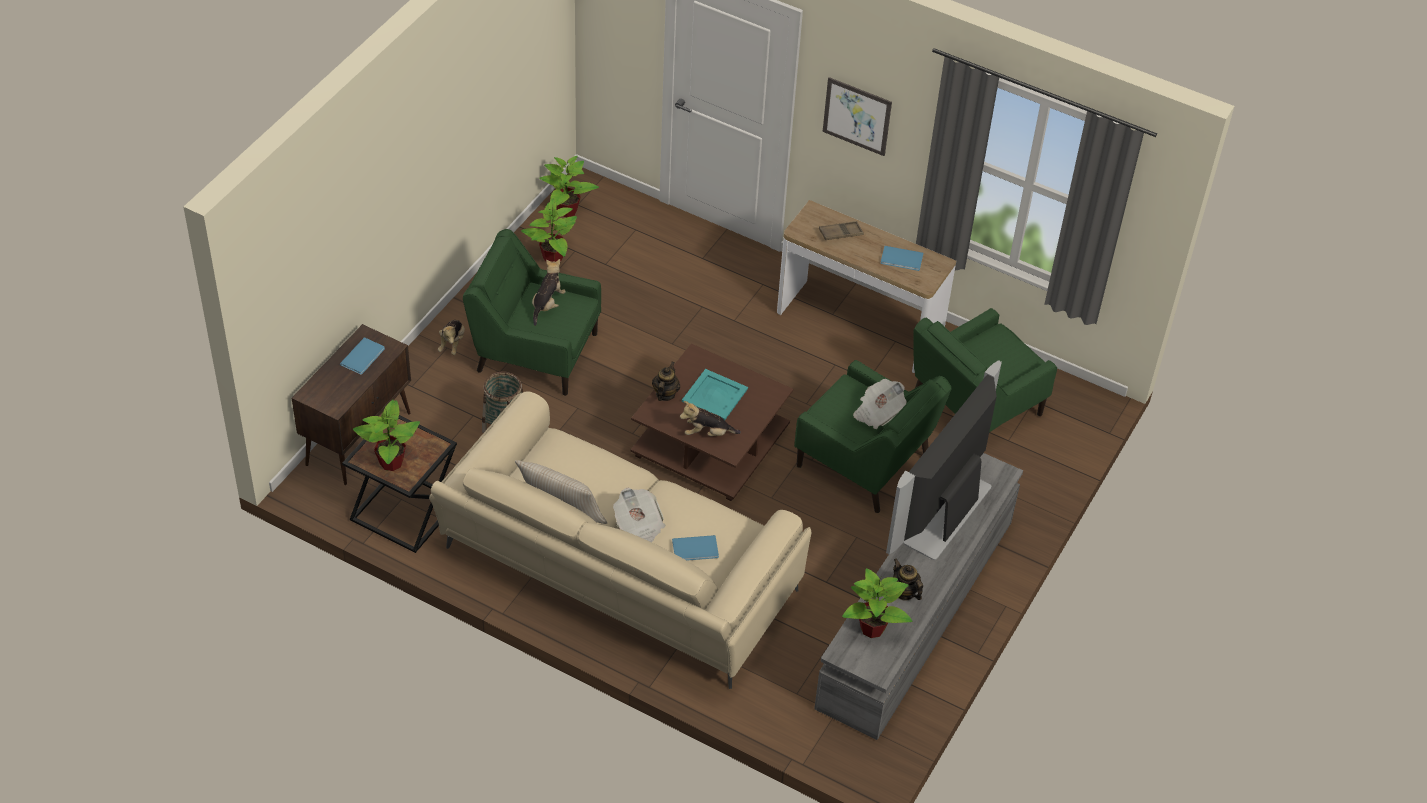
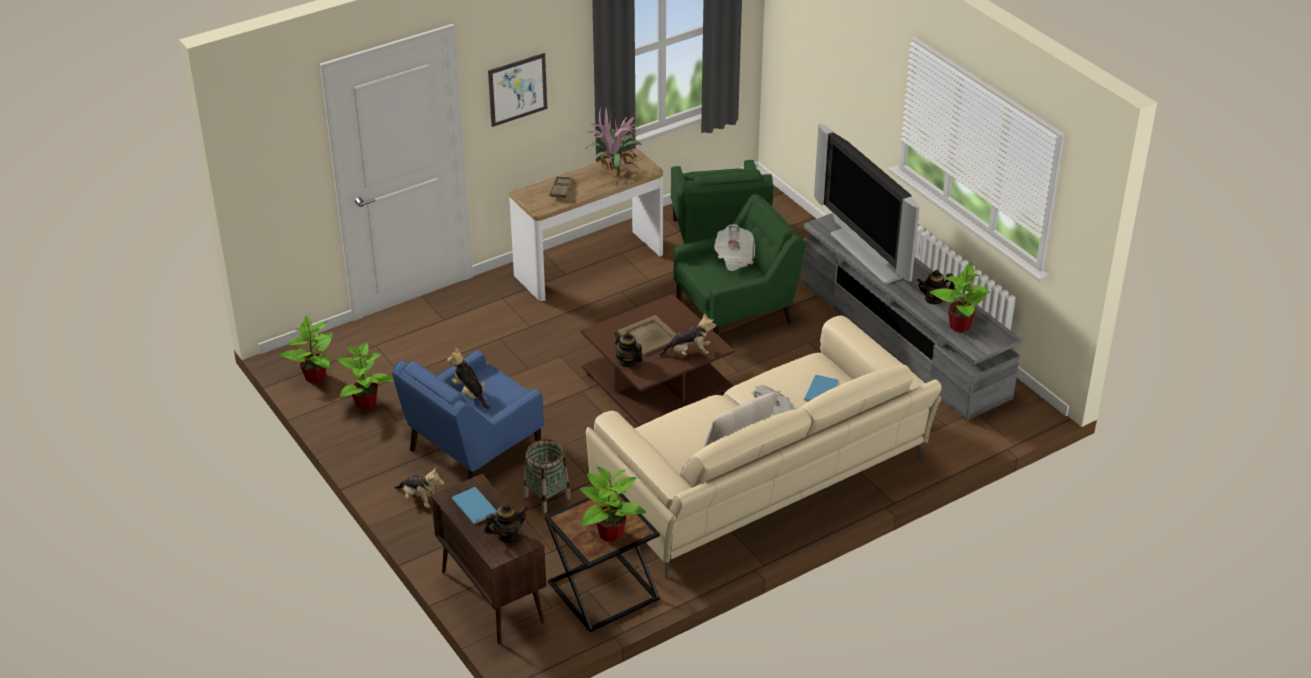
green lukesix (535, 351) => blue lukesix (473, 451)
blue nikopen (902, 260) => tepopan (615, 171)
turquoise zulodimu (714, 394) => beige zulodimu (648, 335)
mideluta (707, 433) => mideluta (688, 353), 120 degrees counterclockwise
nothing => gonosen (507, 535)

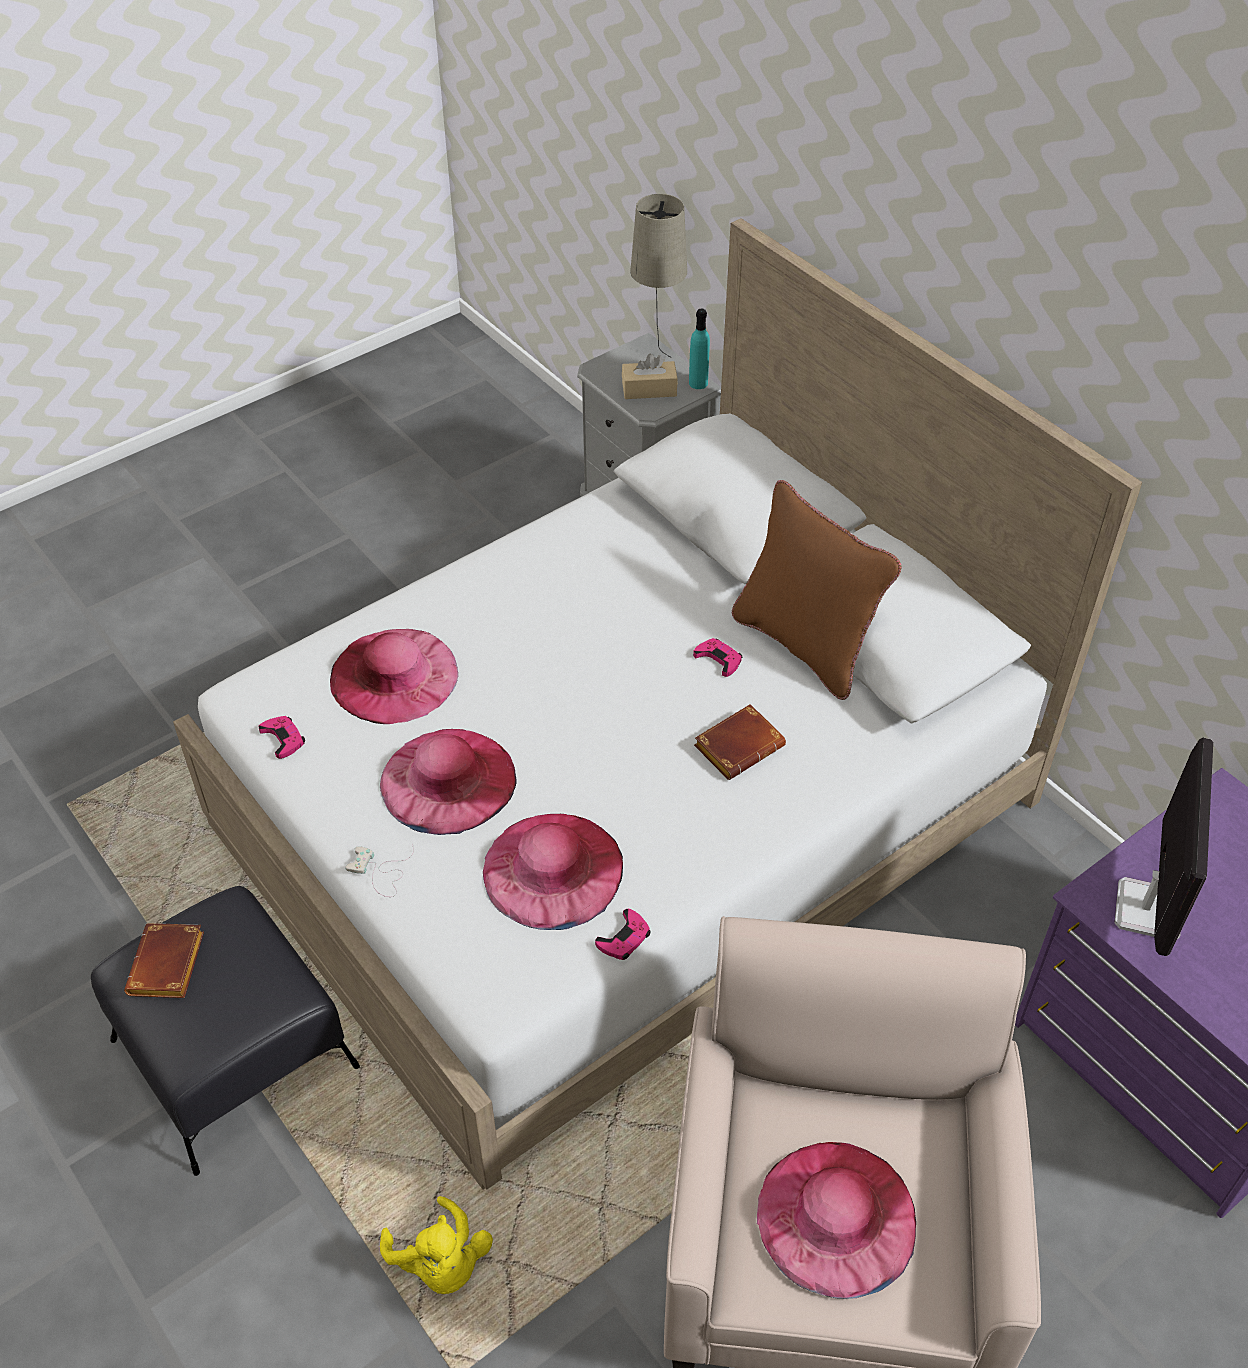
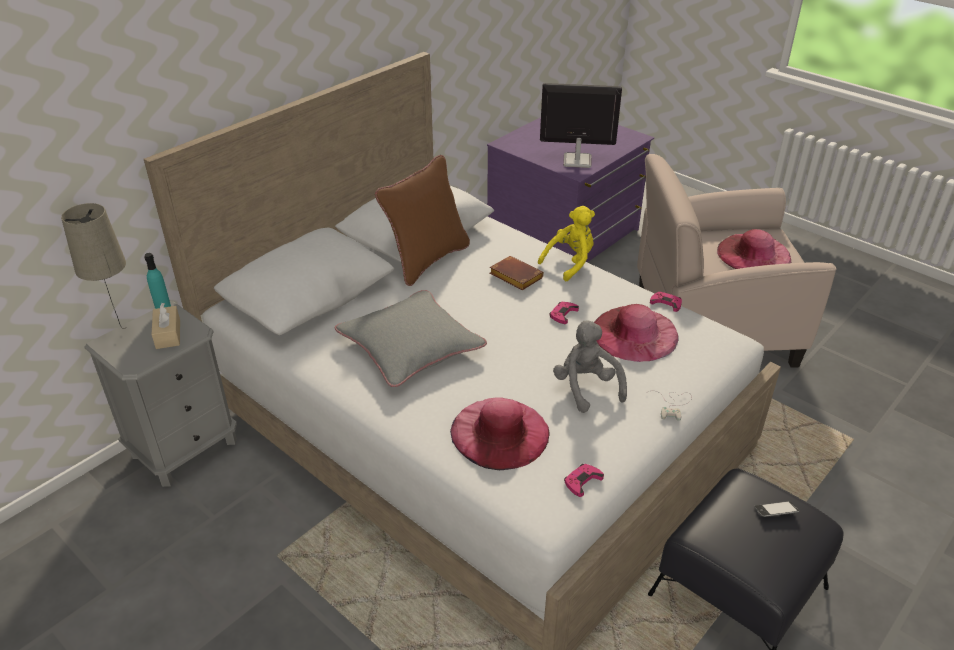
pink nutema (719, 659) => pink nutema (563, 314), move
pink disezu (448, 780) => grey mideluta (586, 387)
brown nikopen (168, 967) => nothing
yellow mideluta (441, 1263) => yellow mideluta (570, 263), move
nothing => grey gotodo (410, 346)
nothing => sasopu (775, 511)

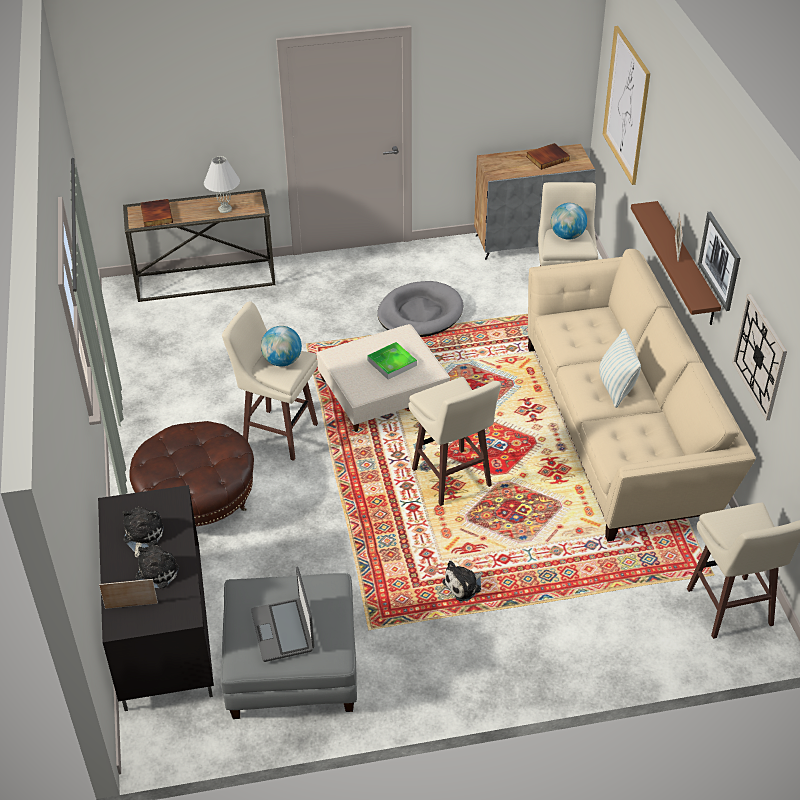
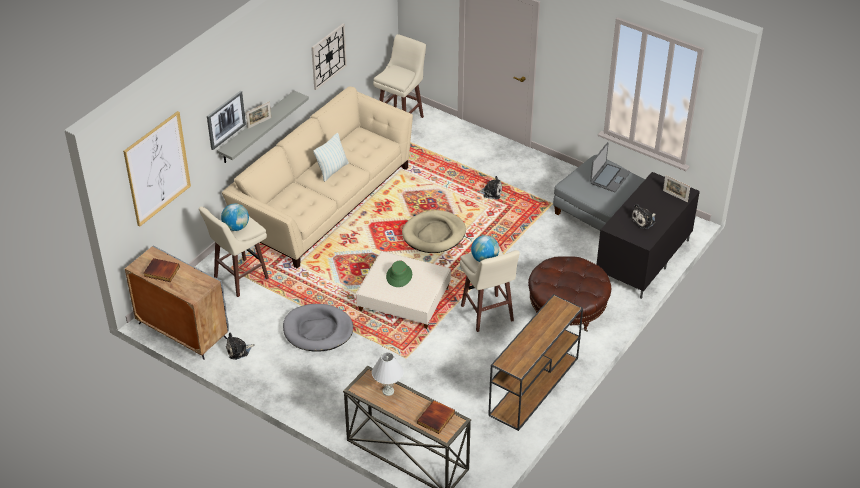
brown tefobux (685, 264) => grey tefobux (257, 127)
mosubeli (720, 260) => mosubeli (225, 119), move
zulodimu (392, 363) => green disezu (399, 275)
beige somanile (452, 479) => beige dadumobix (434, 234)
mideluta (155, 575) => mideluta (238, 350), move
nothing => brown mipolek (533, 387)

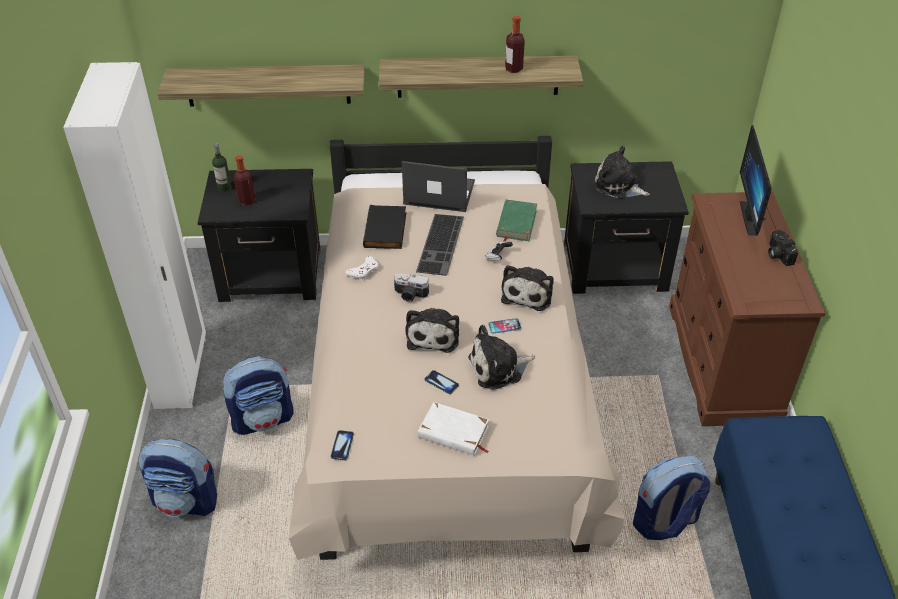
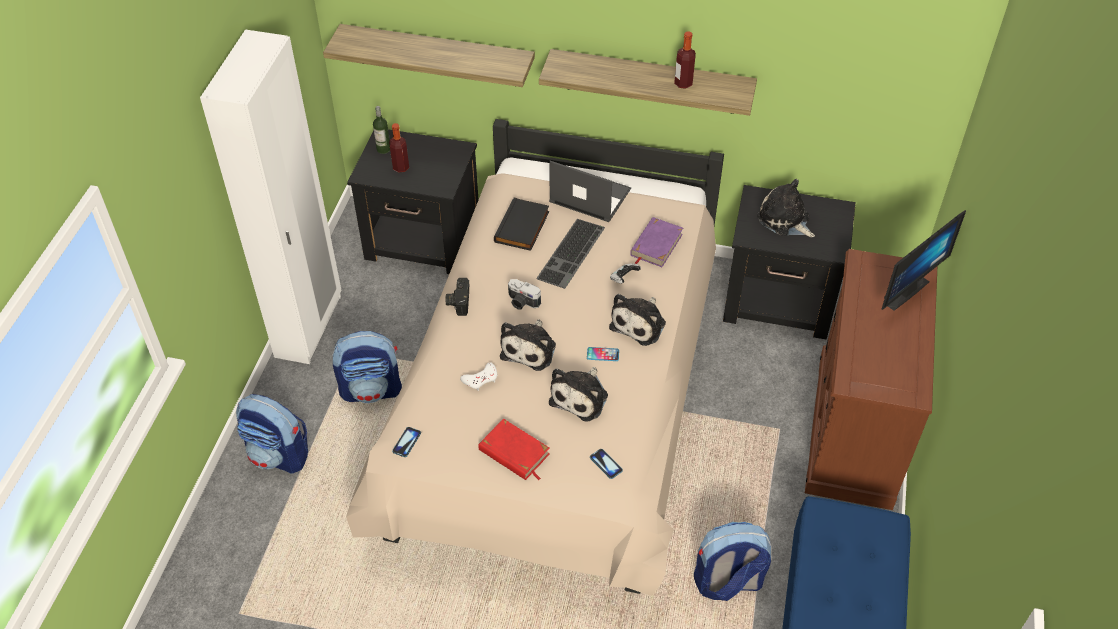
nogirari (754, 218) => nogirari (902, 290), 150 degrees counterclockwise
green nikopen (516, 223) => purple nikopen (656, 245)
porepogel (777, 254) => porepogel (458, 301), move
white nutema (364, 271) => white nutema (481, 379), move
mideluta (498, 368) => mideluta (581, 397), 60 degrees counterclockwise
sasopu (441, 383) => sasopu (606, 464), move
white nikopen (453, 432) => red nikopen (514, 453)

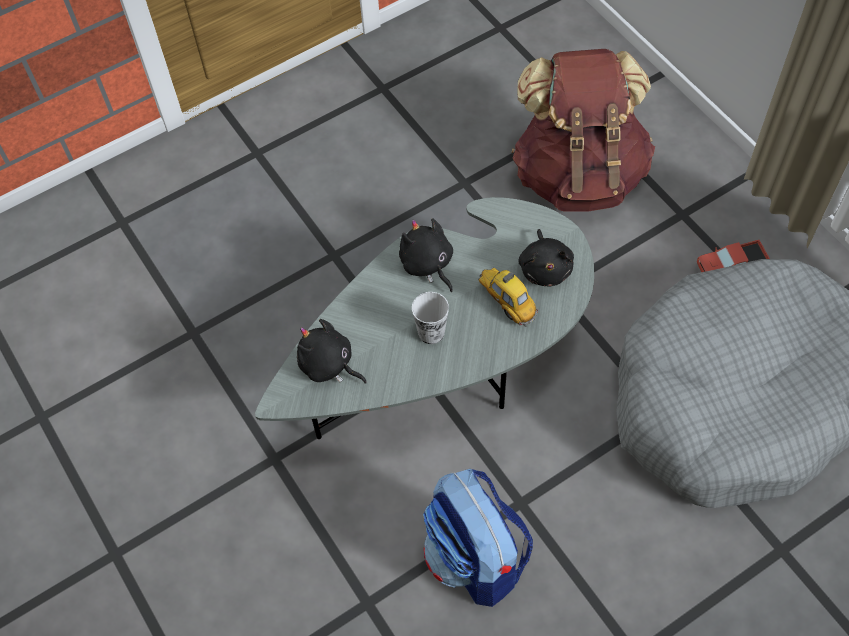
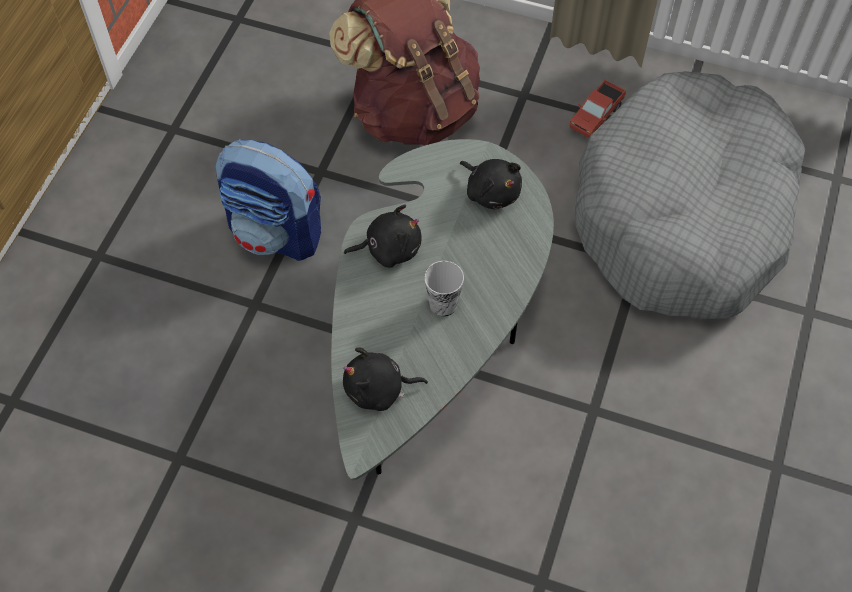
black mideluta (427, 264) => black mideluta (389, 248), 150 degrees clockwise
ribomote (506, 301) => nothing
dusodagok (475, 558) => dusodagok (277, 233), move

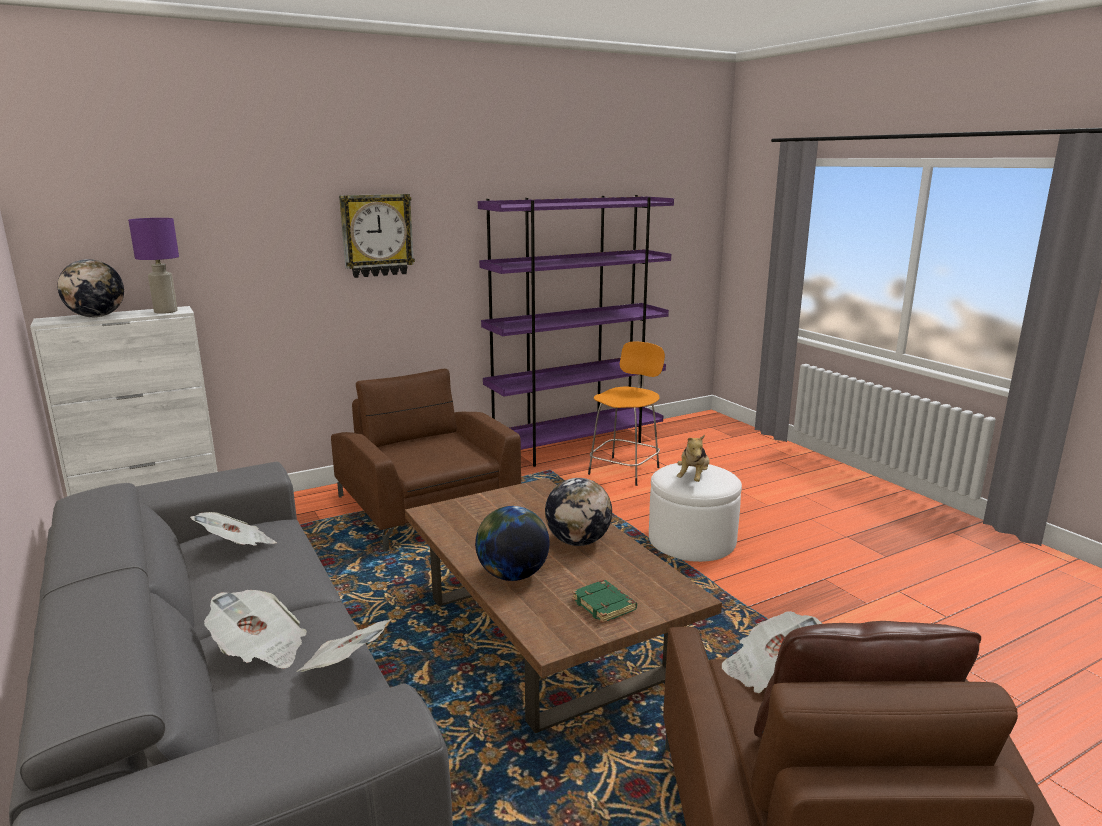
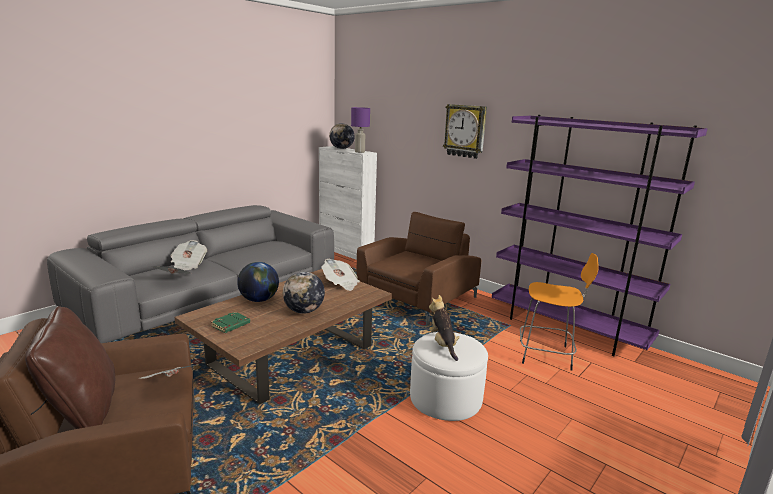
mideluta (693, 478) => mideluta (443, 344), 75 degrees clockwise
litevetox (237, 547) => litevetox (340, 284), move

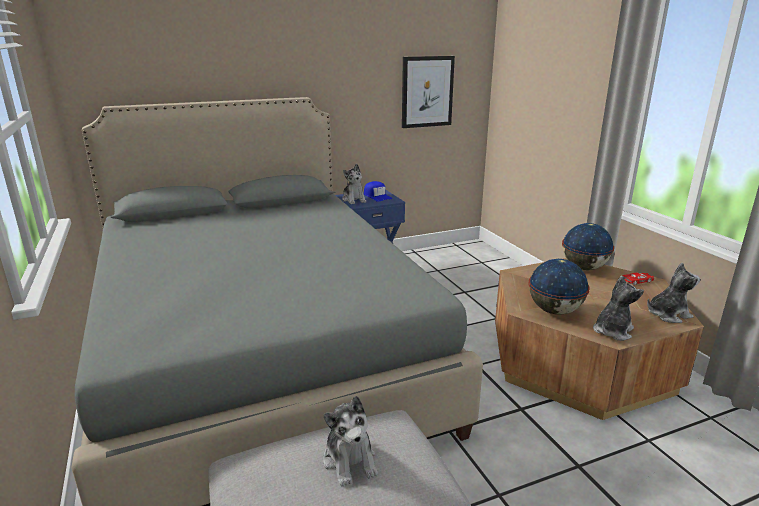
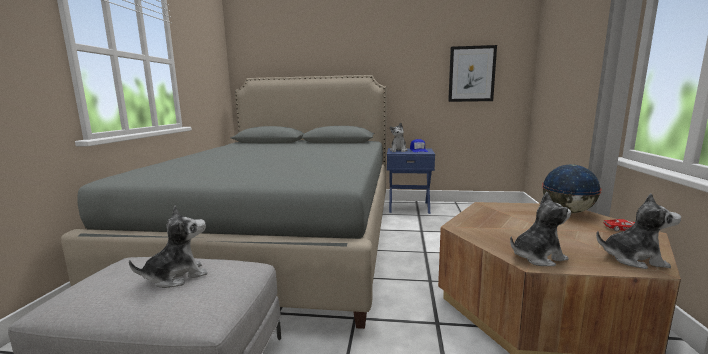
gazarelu (554, 311) => nothing
mideluta (350, 460) => mideluta (177, 276), 135 degrees counterclockwise

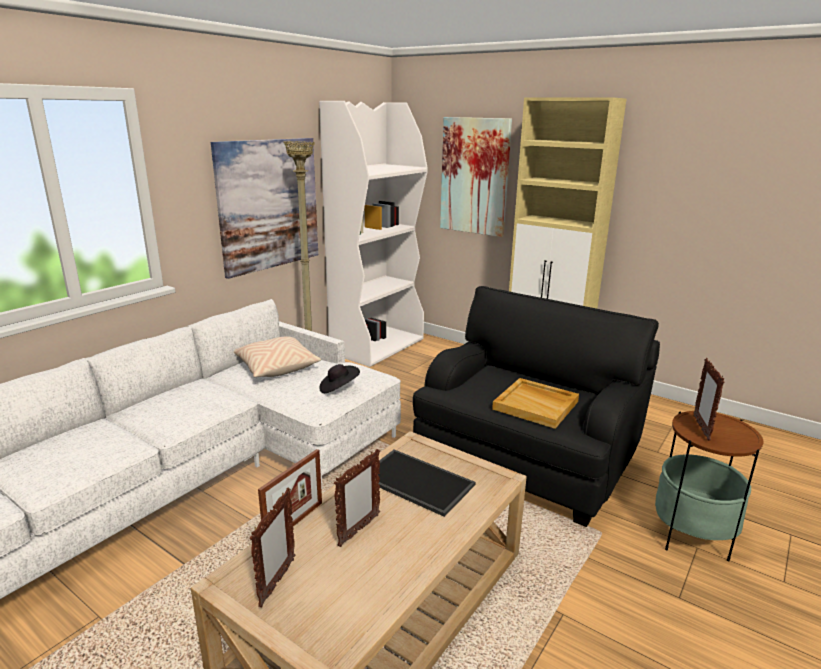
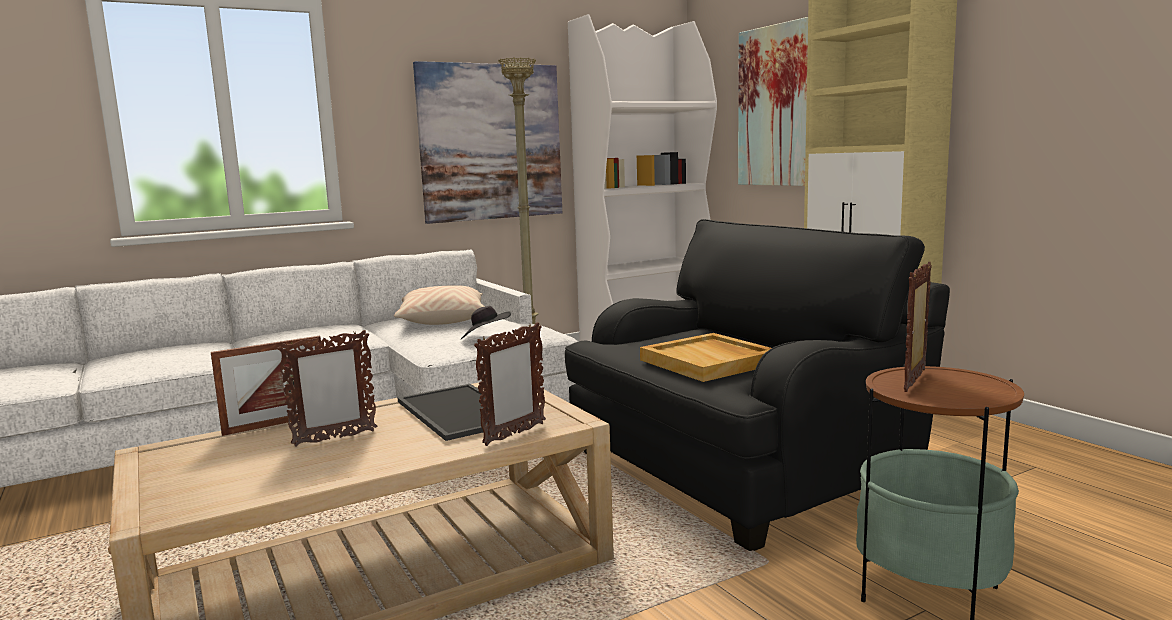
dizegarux (277, 582) => dizegarux (514, 434), move

